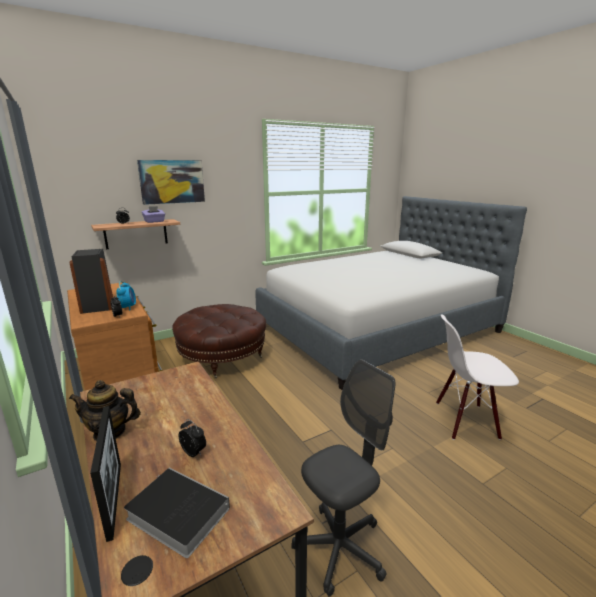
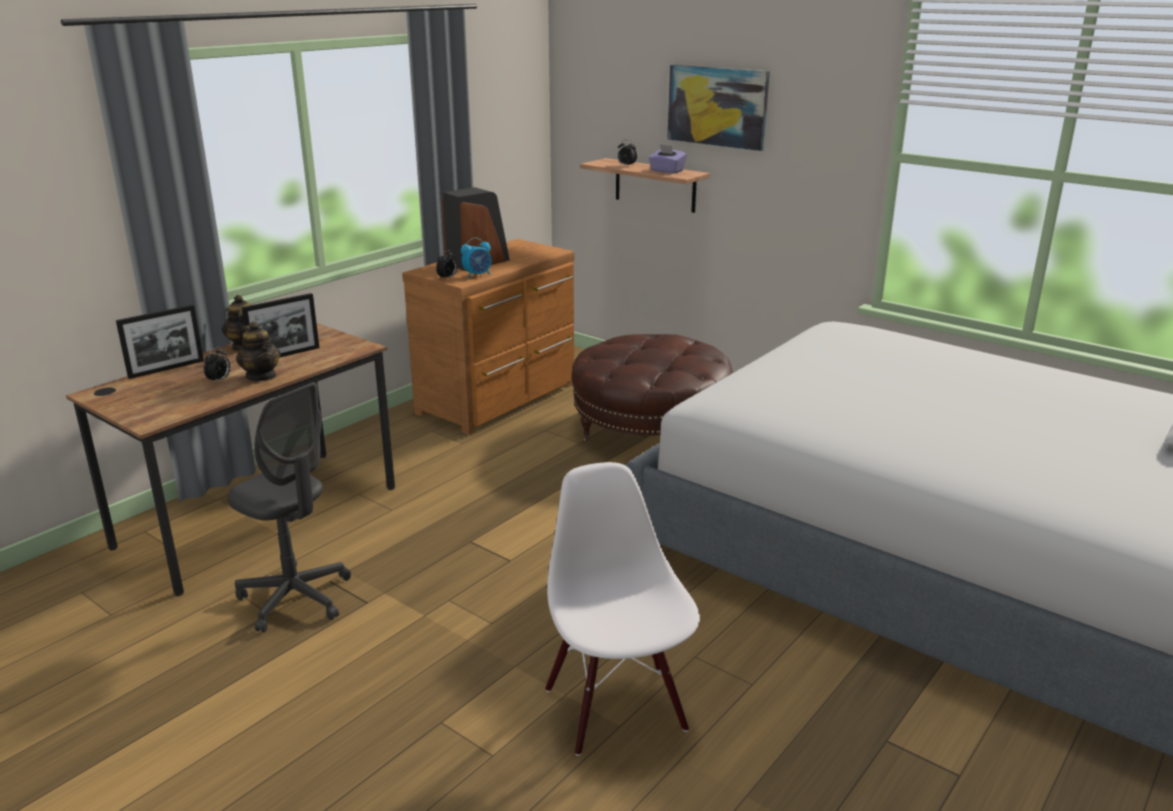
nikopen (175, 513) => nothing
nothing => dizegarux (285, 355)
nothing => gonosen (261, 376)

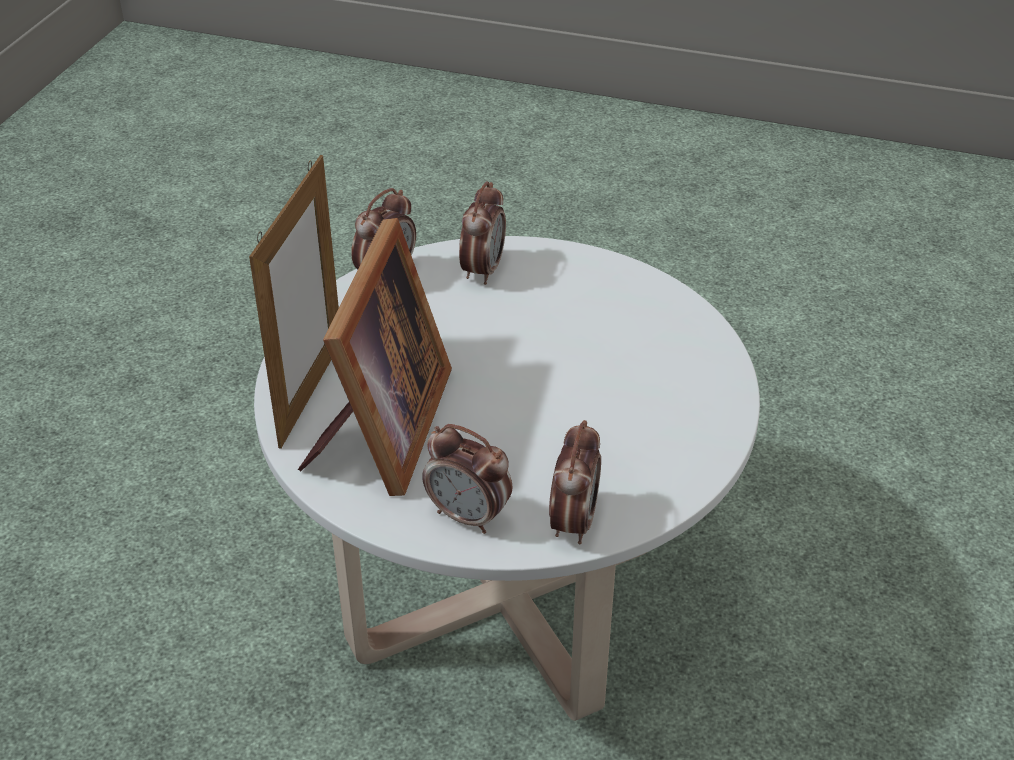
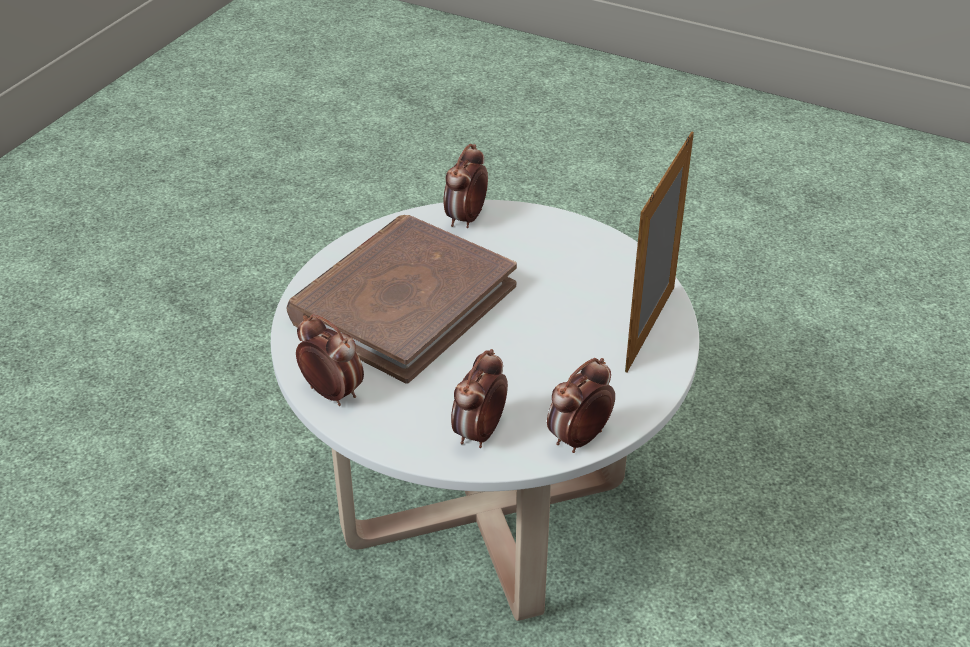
dizegarux (380, 431) => nothing
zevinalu (468, 516) => zevinalu (332, 393), move
nothing => brown nikopen (403, 303)

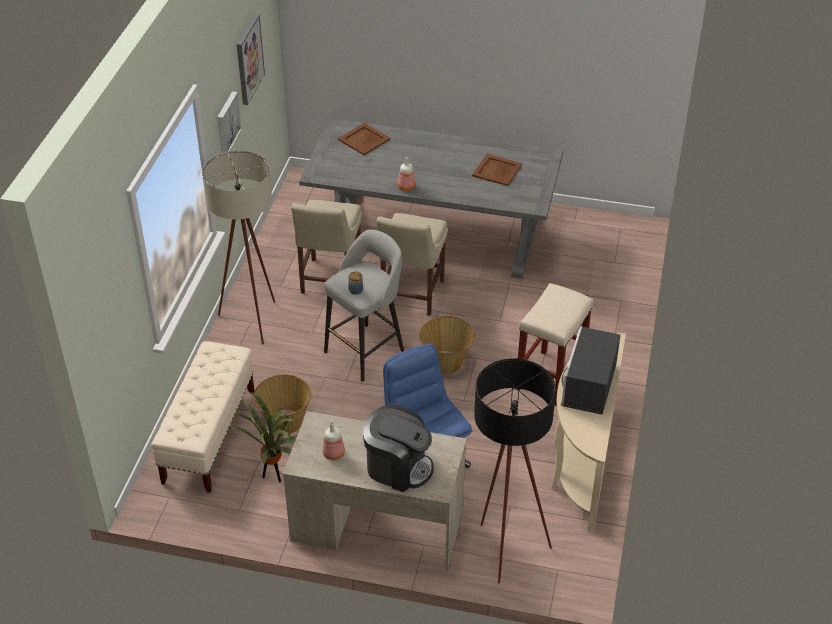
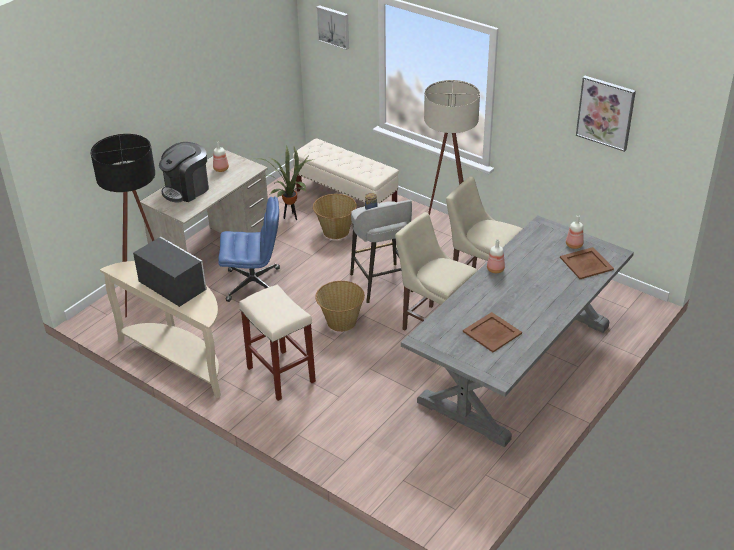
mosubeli (227, 122) => mosubeli (334, 26), move
nothing => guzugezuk (574, 245)

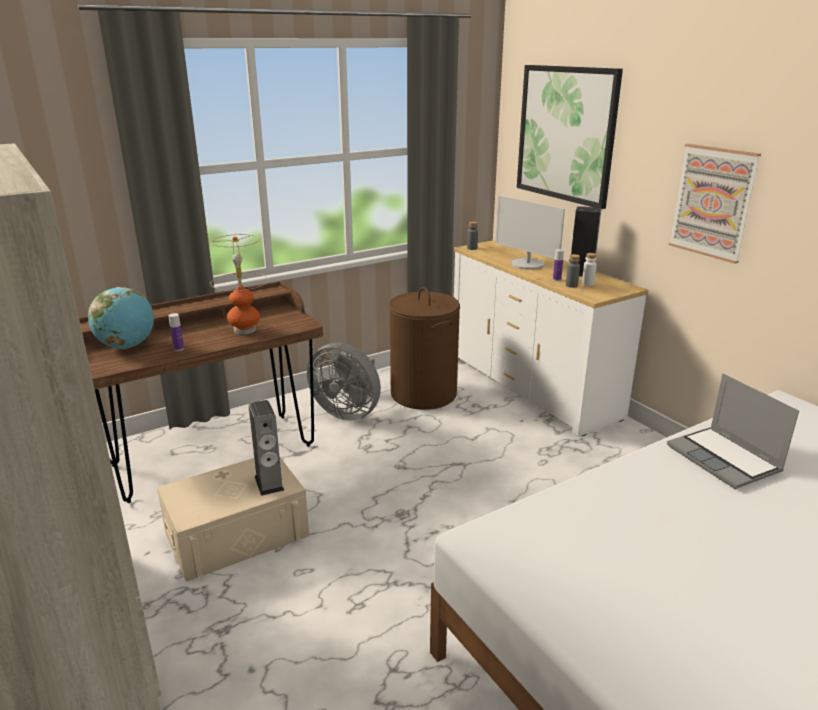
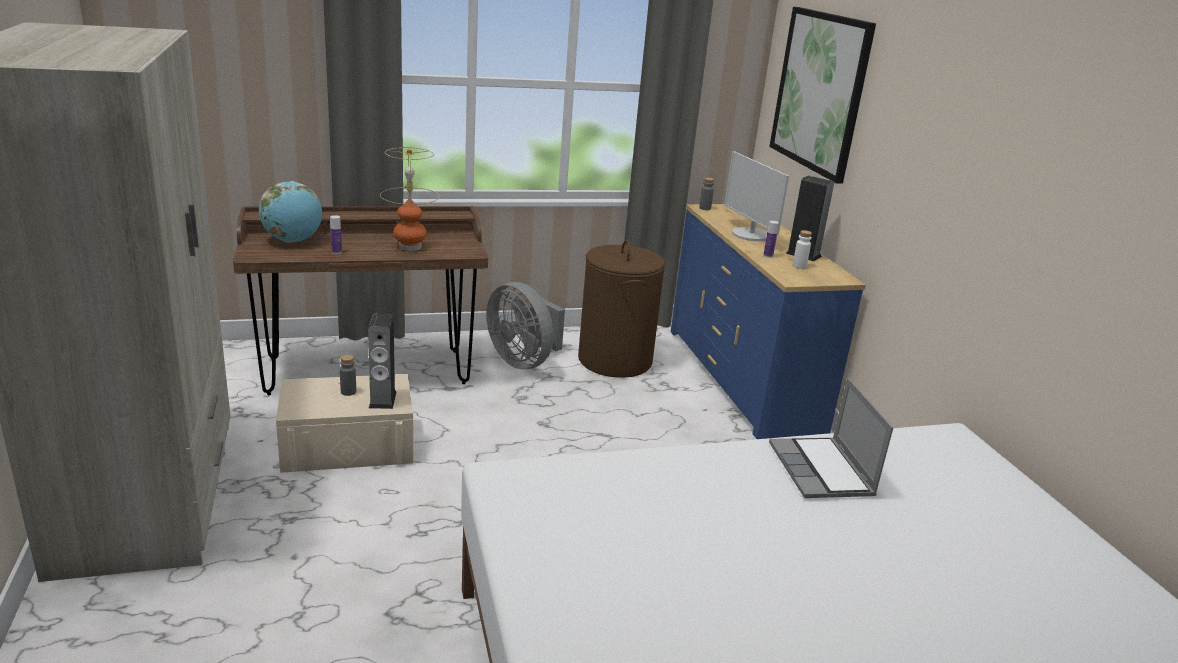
mosubeli (713, 202) => nothing
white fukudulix (532, 386) => blue fukudulix (742, 378)
grey guzugezuk (571, 285) => grey guzugezuk (348, 392), move

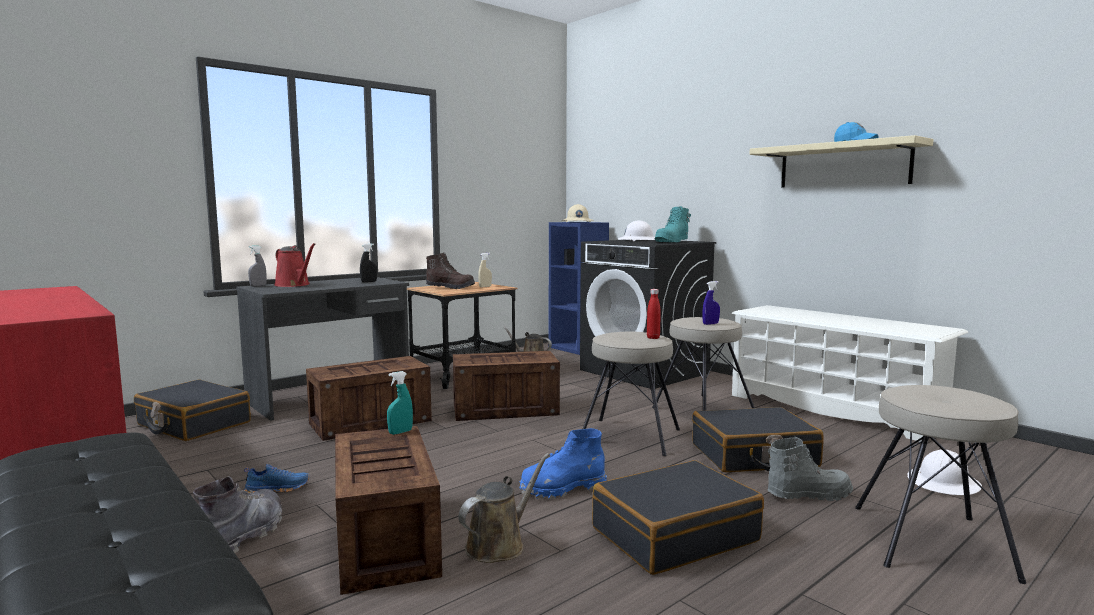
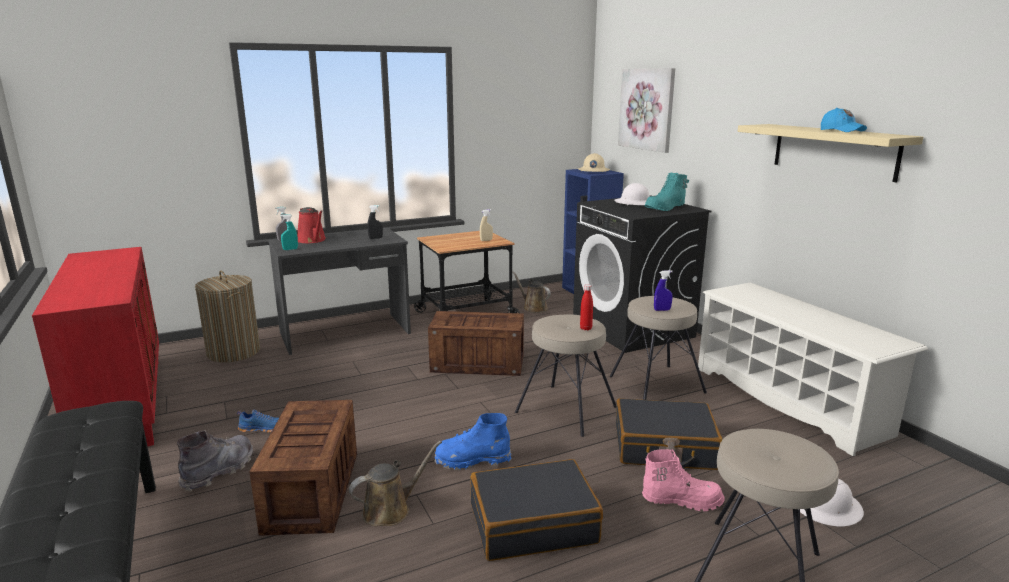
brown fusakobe (450, 287) => nothing
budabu (372, 422) => nothing
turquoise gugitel (400, 432) => turquoise gugitel (290, 249), move
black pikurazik (193, 424) => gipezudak (234, 352)
grey fusakobe (808, 495) => pink fusakobe (681, 500)
nothing => mosubeli (647, 109)

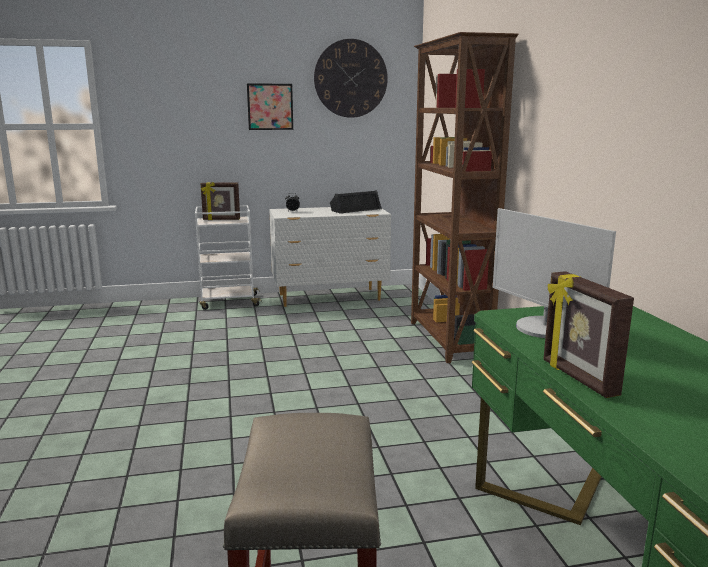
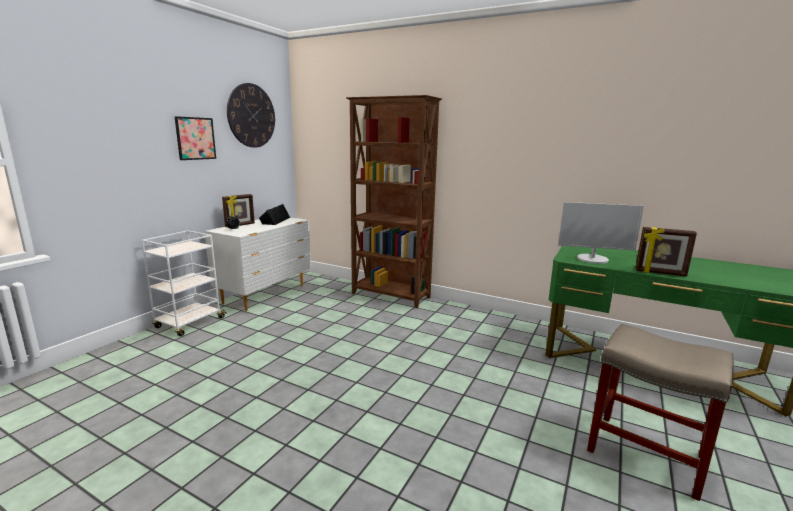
dizegarux (221, 219) => dizegarux (240, 225), move

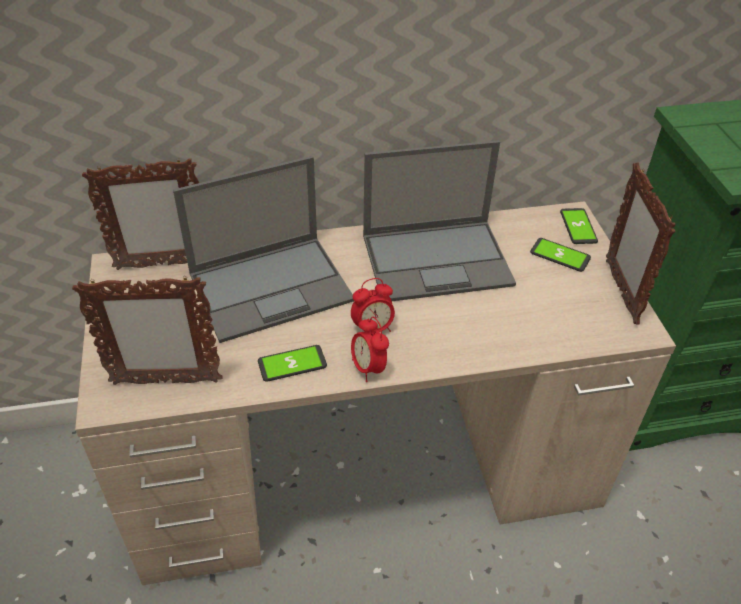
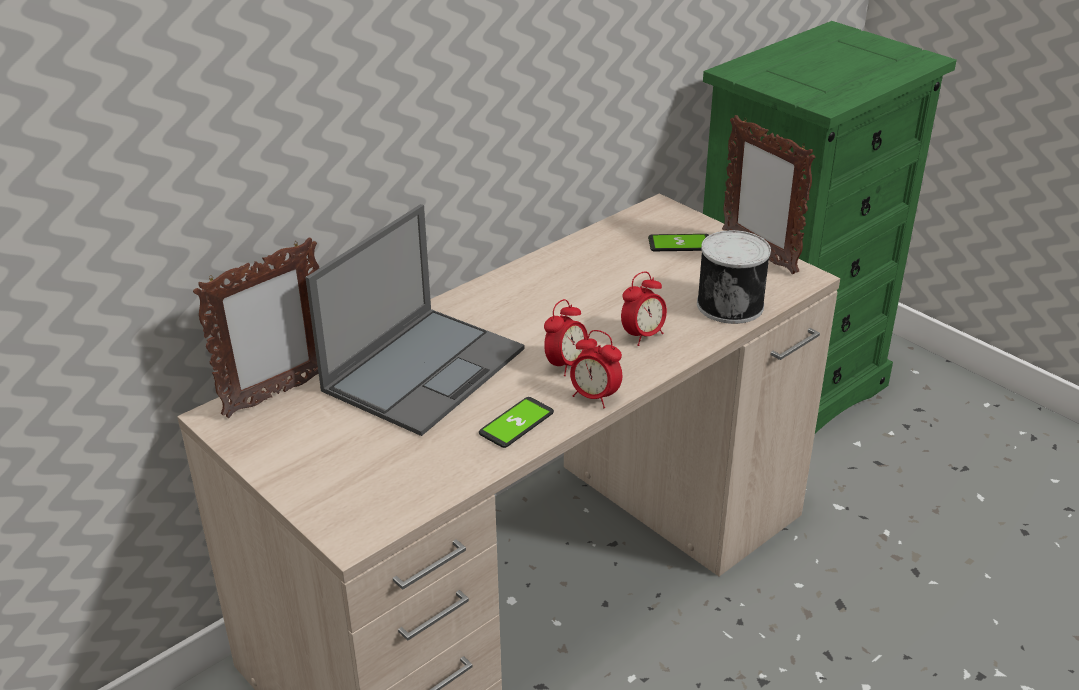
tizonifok (438, 260) => nothing
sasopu (578, 227) => nothing
dizegarux (165, 382) => nothing
nothing => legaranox (730, 304)
nothing => zevinalu (643, 335)

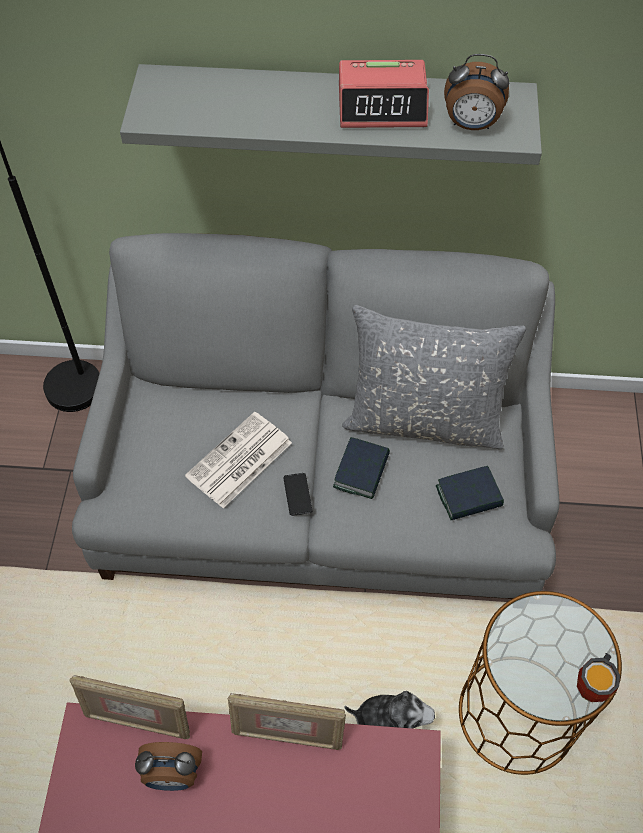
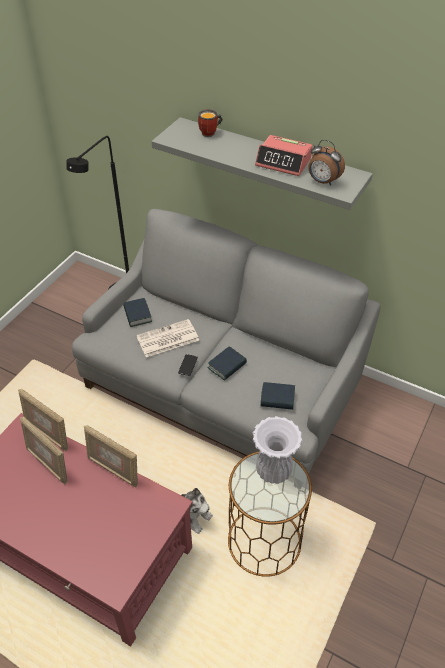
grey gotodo (424, 420) => nothing
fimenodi (594, 685) => fimenodi (211, 133), move
zevinalu (173, 775) => dizegarux (48, 464)
nothing => nikopen (137, 315)
nothing => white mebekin (272, 471)

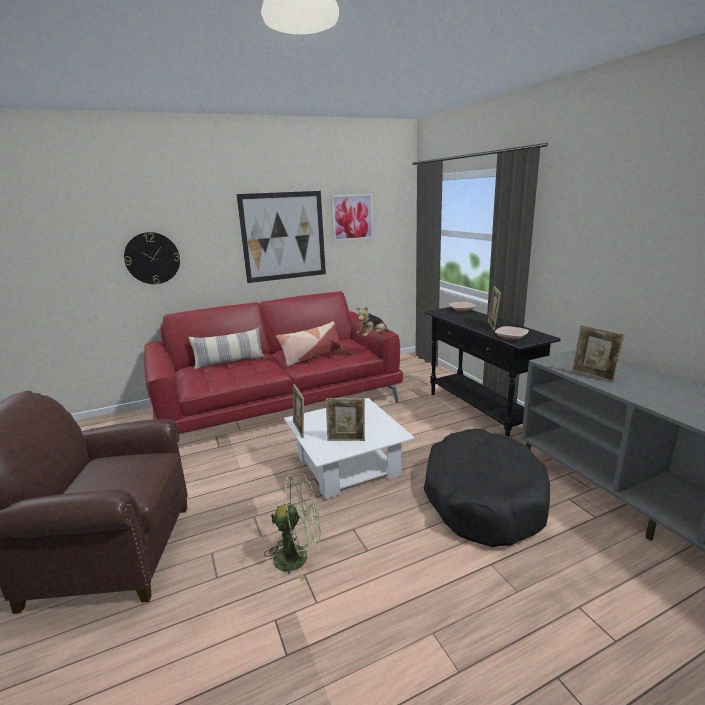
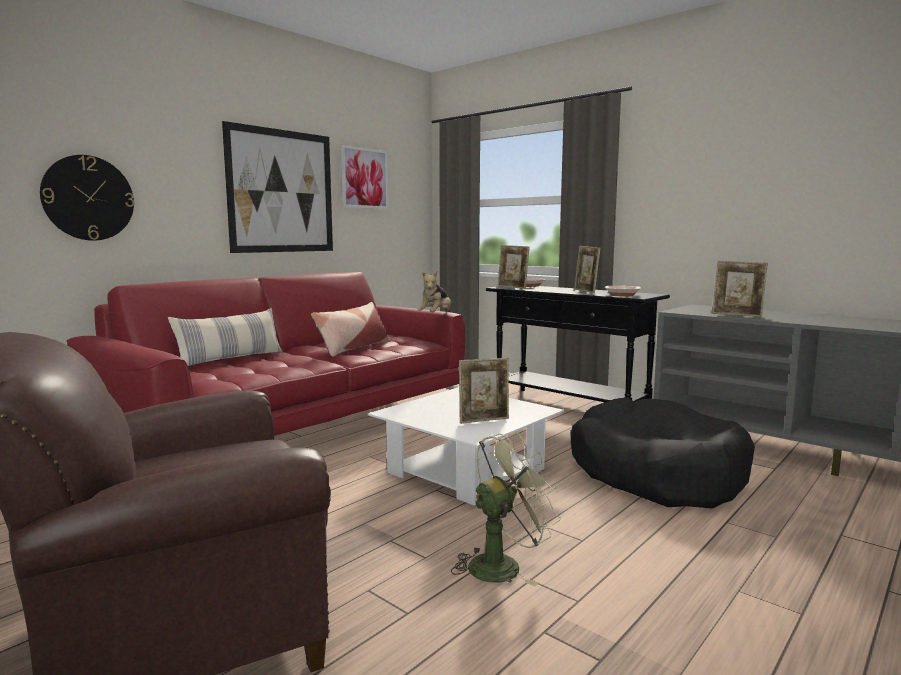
dizegarux (299, 429) => dizegarux (512, 287), move

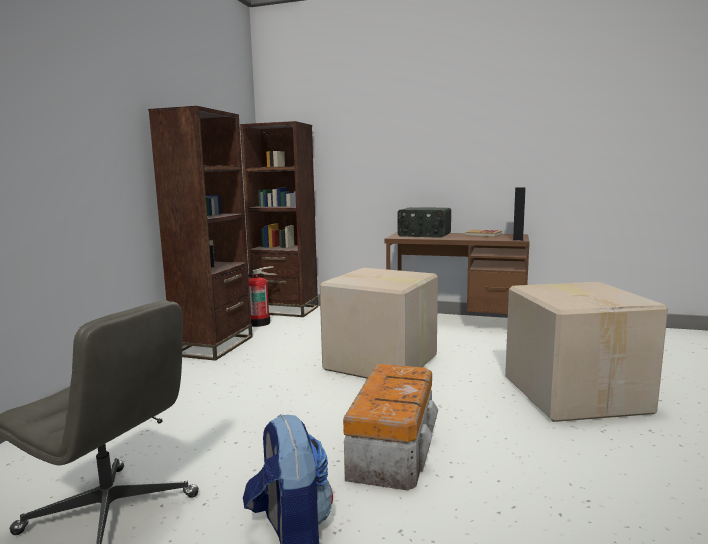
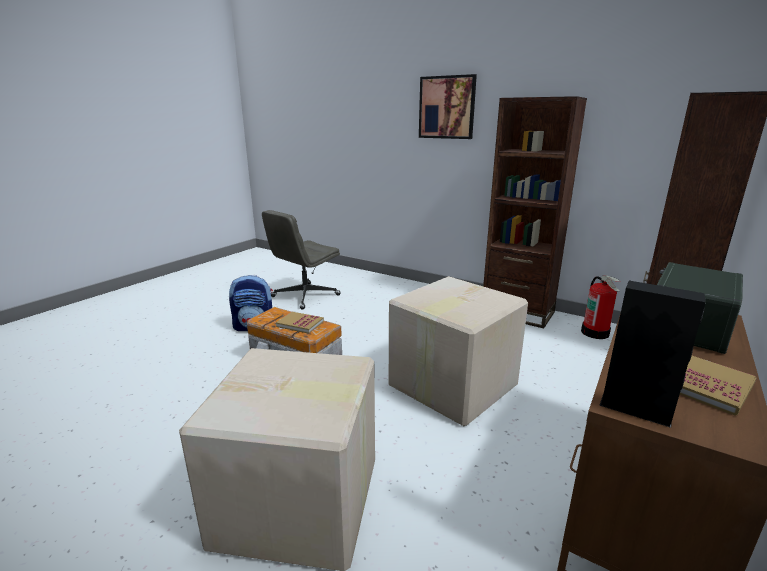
nothing => mosubeli (447, 107)
nothing => nikopen (300, 324)

